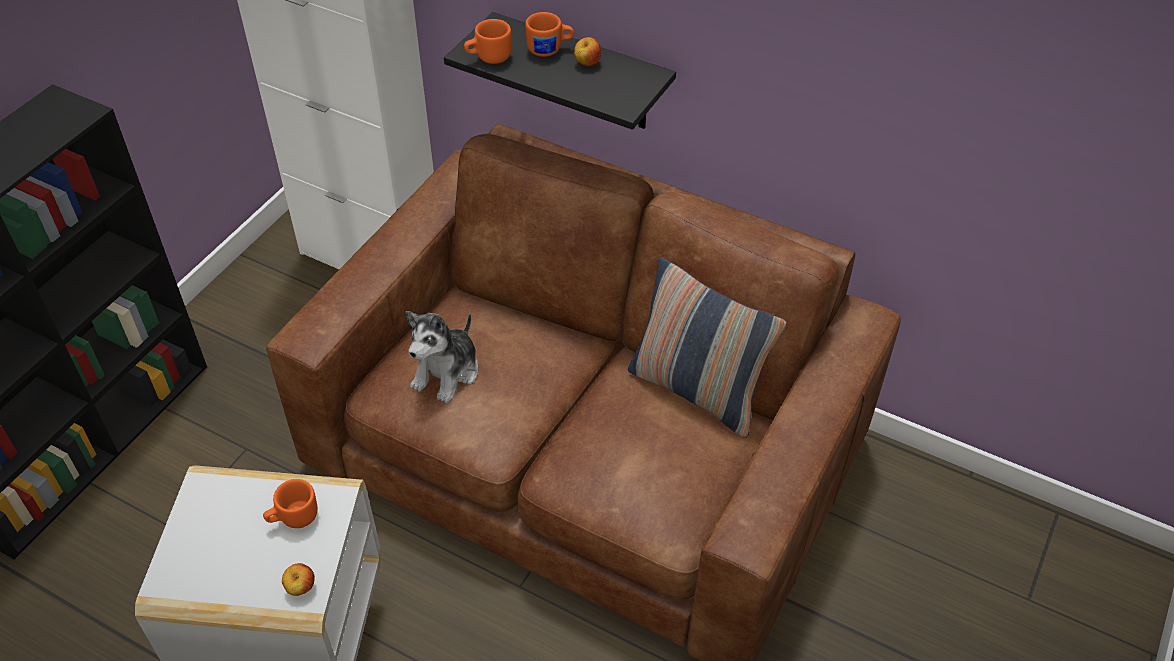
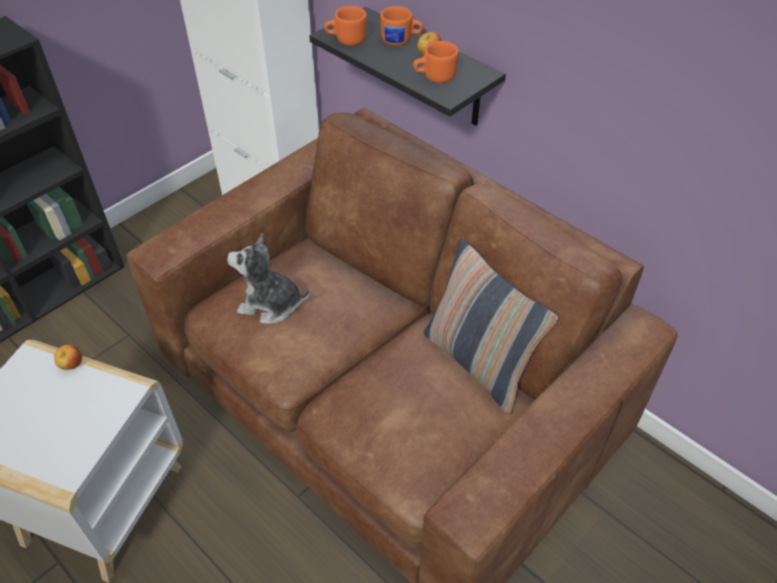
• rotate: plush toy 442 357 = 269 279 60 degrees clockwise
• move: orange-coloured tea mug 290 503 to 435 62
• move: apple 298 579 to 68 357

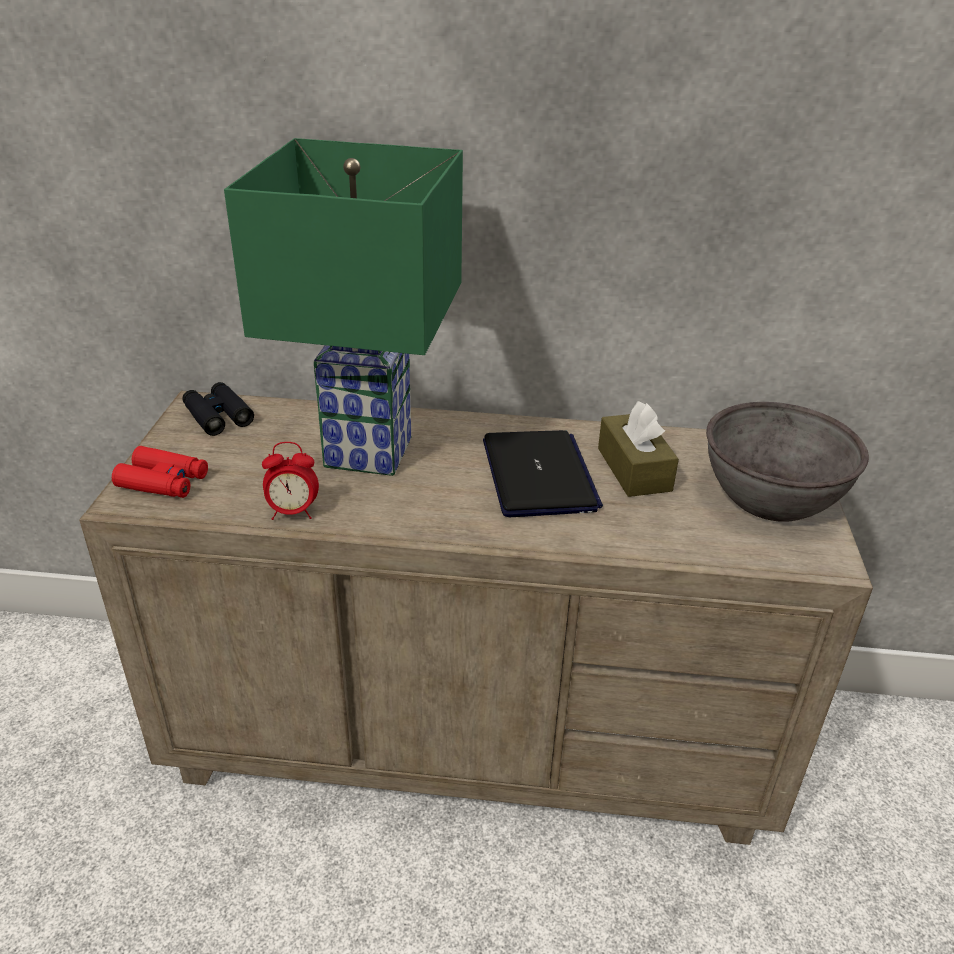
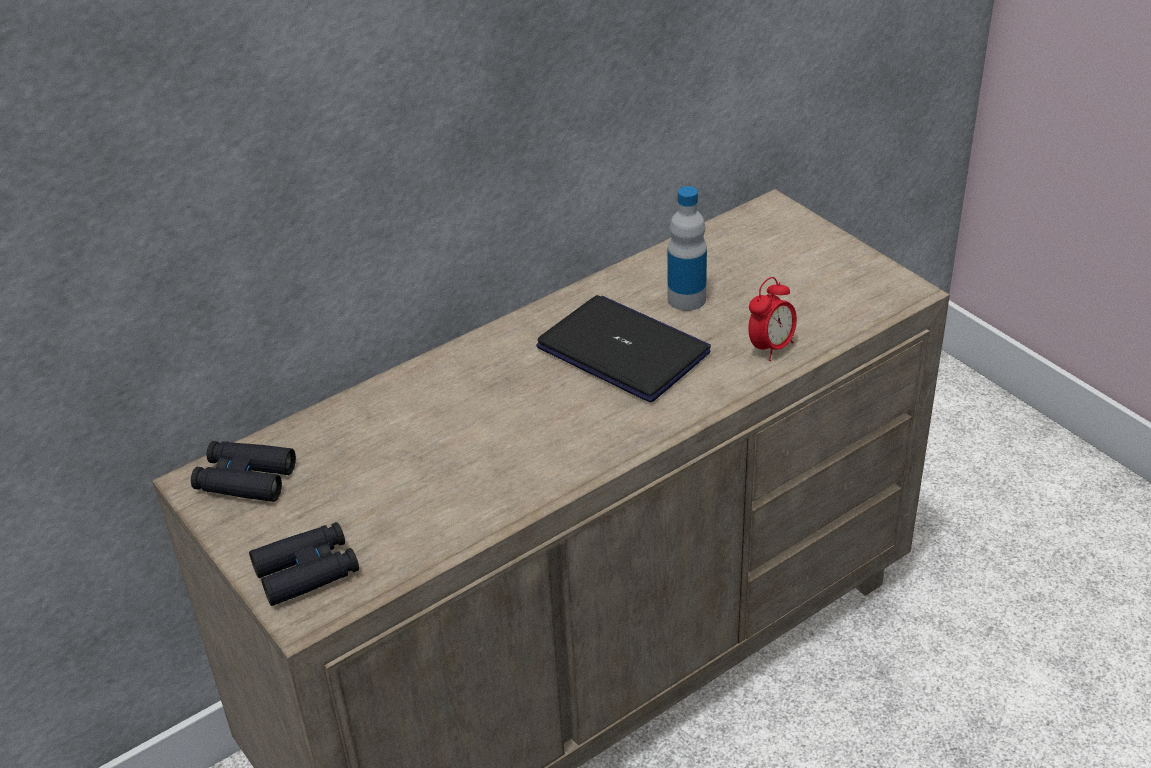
• delete: green tabletop lamp 343 307
• replace: brown-coloured box of tissues 638 449 to bottle 687 248
• delete: gray bowl 787 462
• move: bedside clock 290 481 to 772 319
• recolor: red field glasses 160 472 to blackish field glasses 304 564

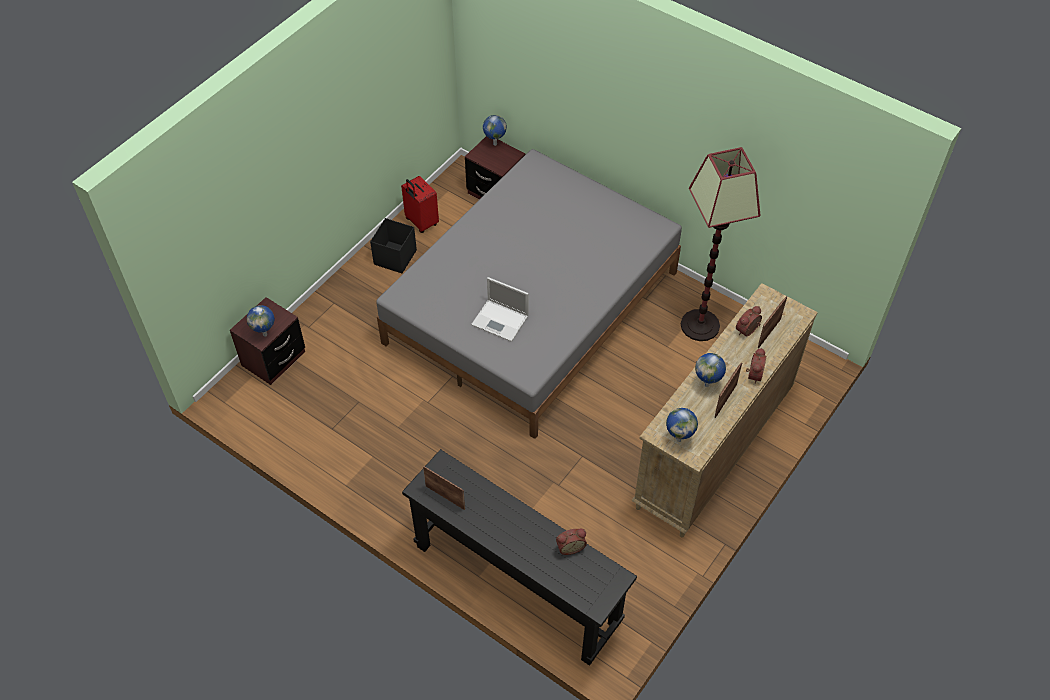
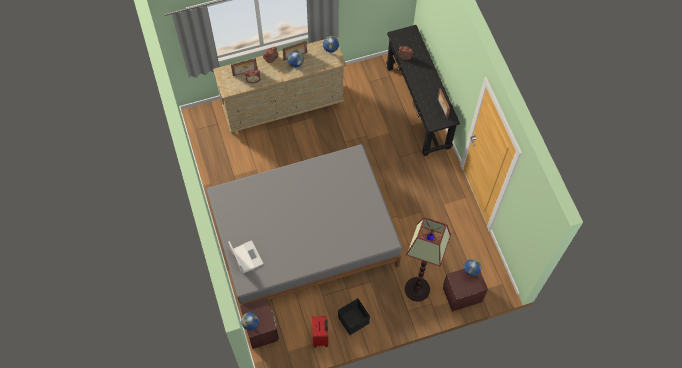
• move: floor lamp 721 244 to 428 259
• move: portable computer 500 309 to 246 257

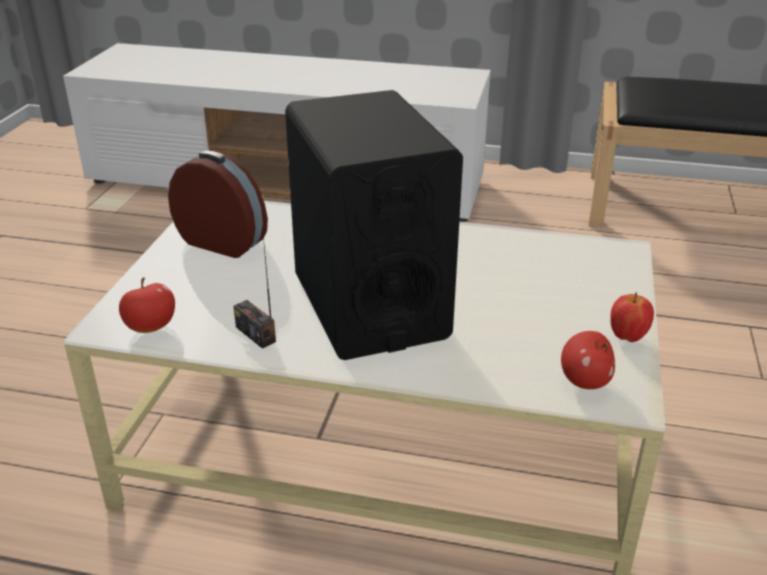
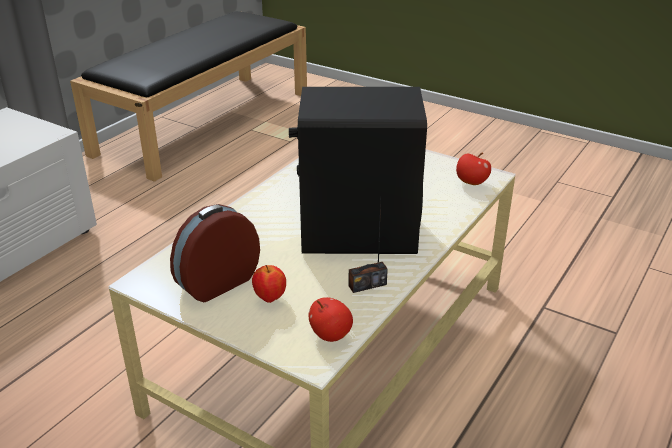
• move: apple 632 317 to 269 284

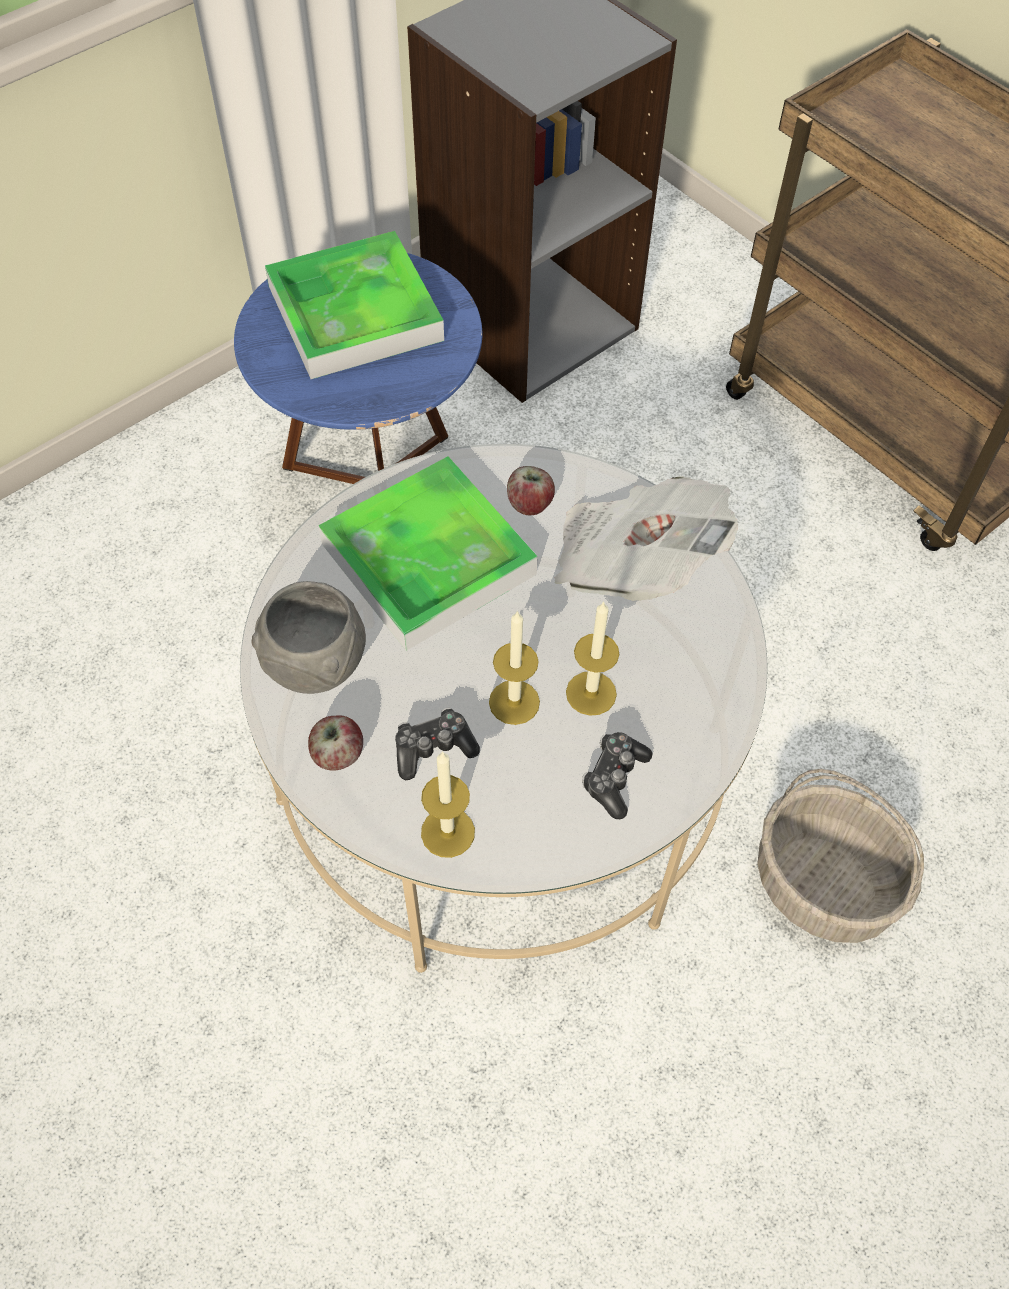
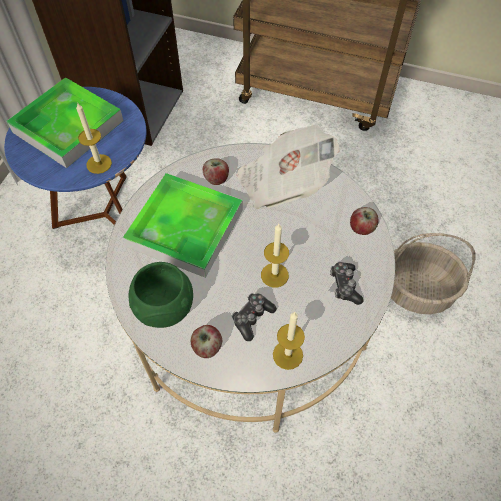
• recolor: gray bowl 308 637 to green bowl 160 295
• move: wax light 593 658 to 94 138
• insert: apple 364 221

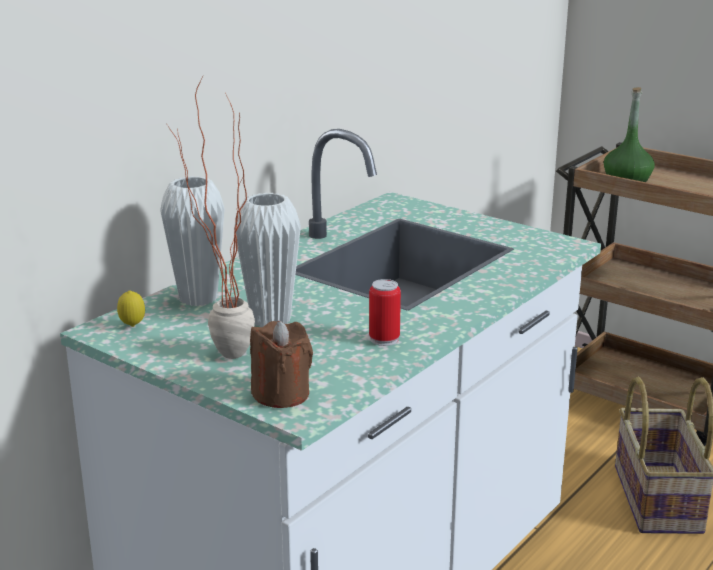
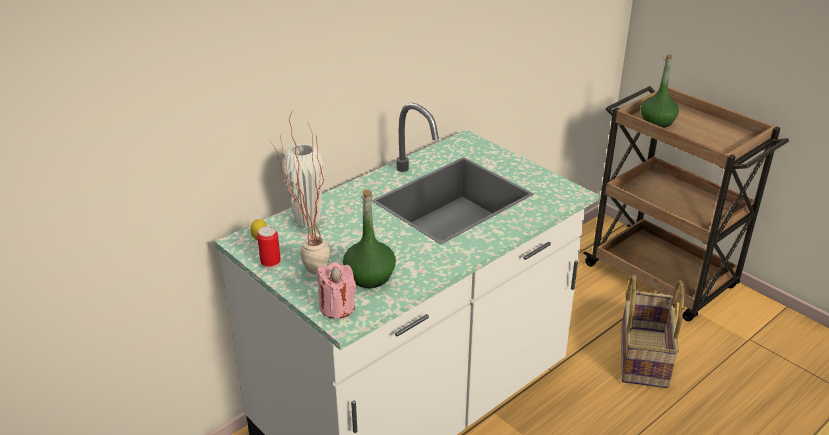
• delete: white-coloured flower vase 267 260
• move: metal can 385 312 to 269 247
• recolor: brown-coloured wax light 281 364 to pink-coloured wax light 336 291
• insert: green bottle 369 238

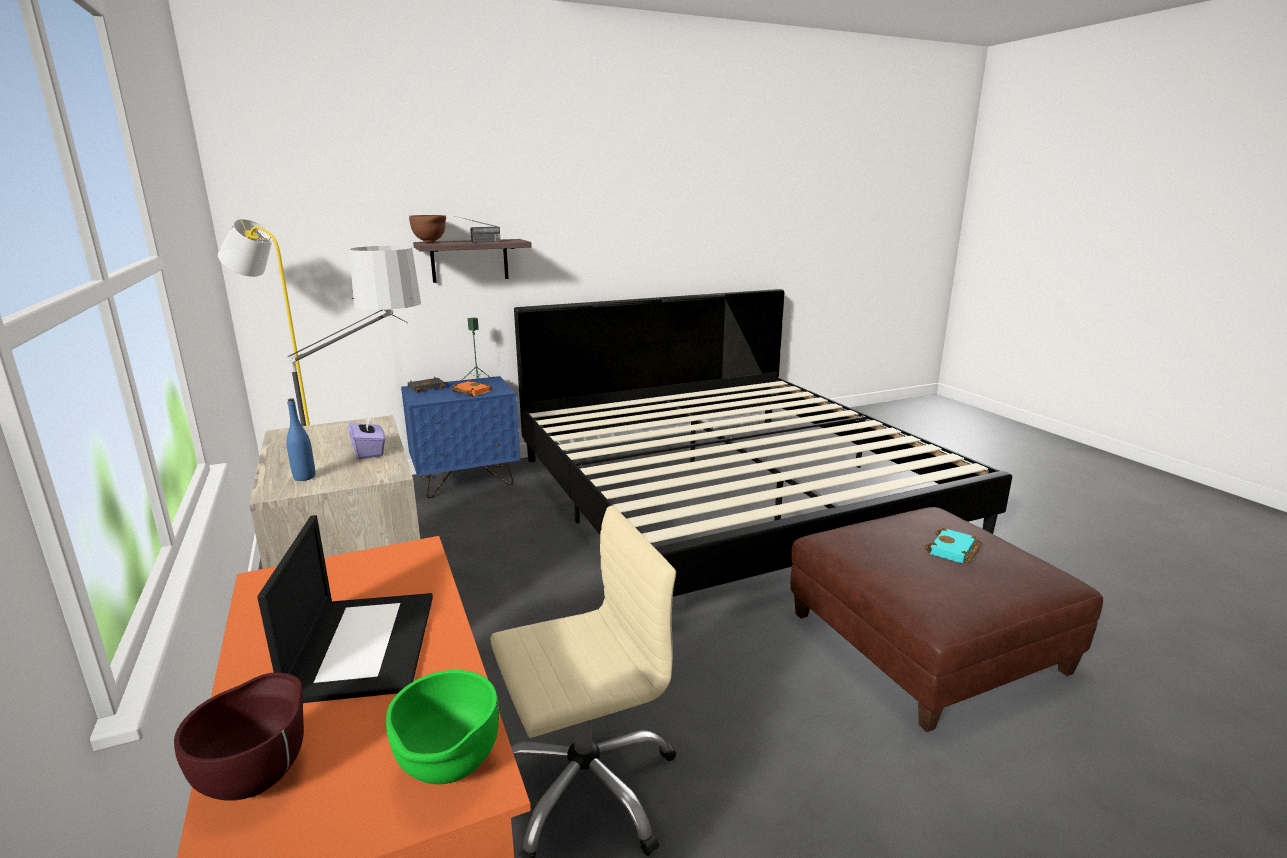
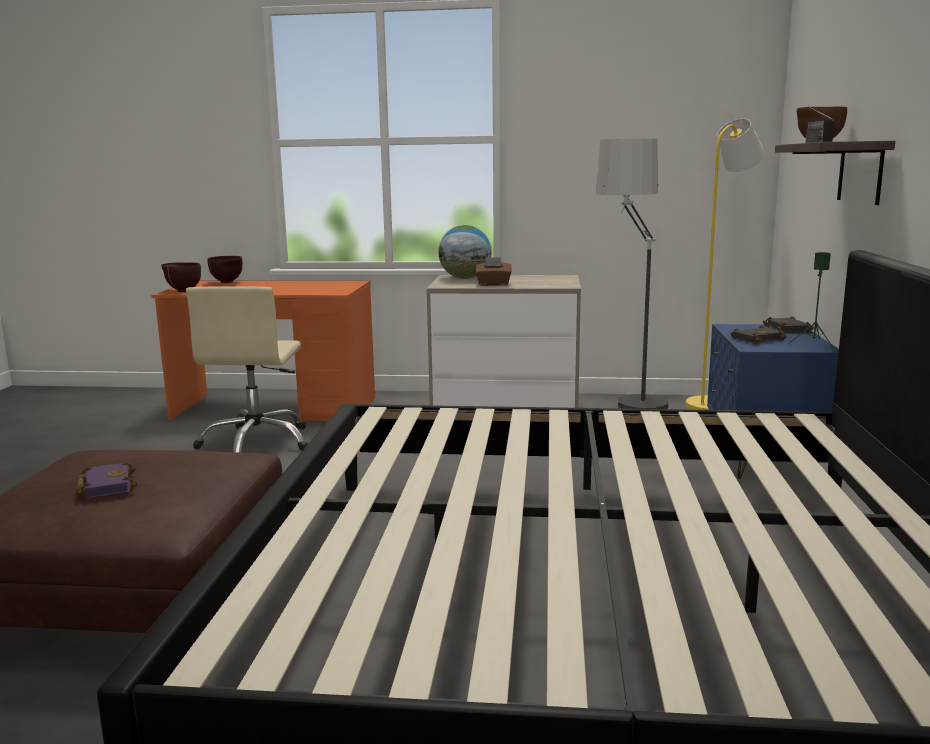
• recolor: orange-coloured book 471 388 to blackish book 758 334
• replace: blue-coloured bottle 300 439 to desk globe 465 252
• recolor: purple-coloured box of tissues 366 437 to brown-coloured box of tissues 494 271
• delete: portable computer 345 609
• recolor: blue-green book 953 546 to purple-coloured book 106 480
• recolor: green bowl 442 727 to brown-coloured bowl 181 277

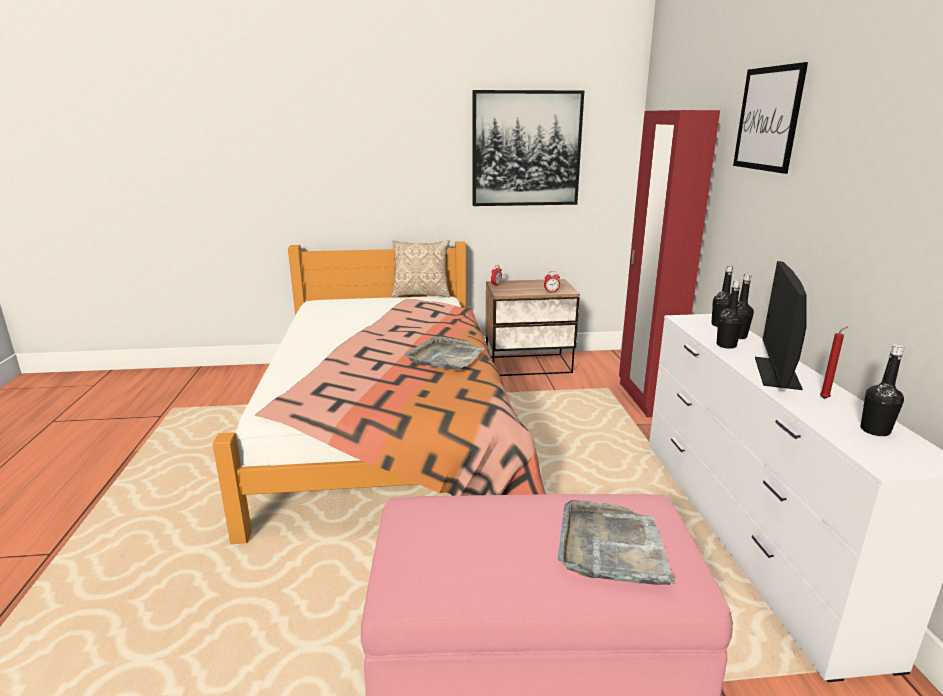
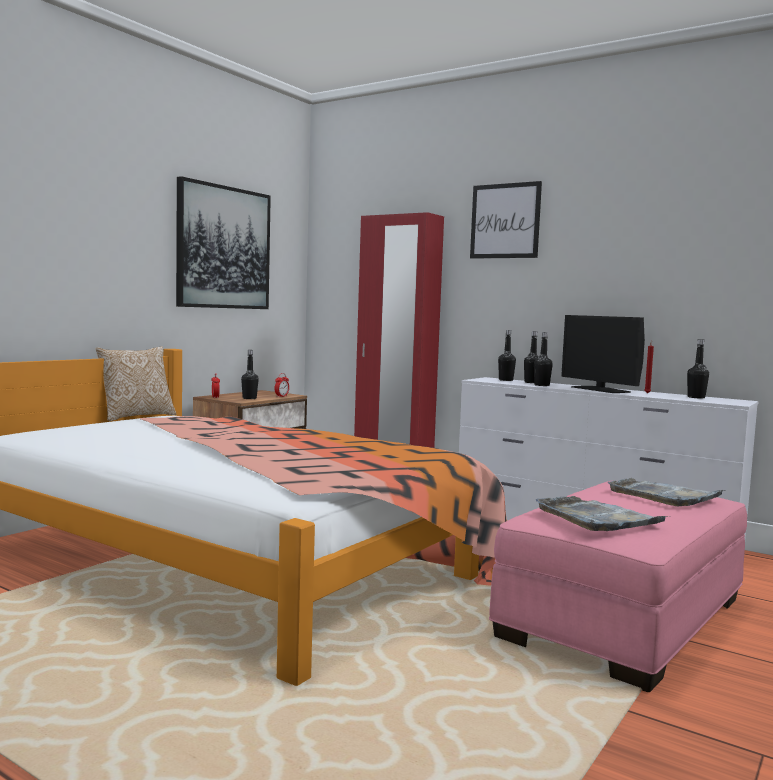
• move: gray carrying tray 444 353 to 603 513
• insert: blackish bottle 250 374

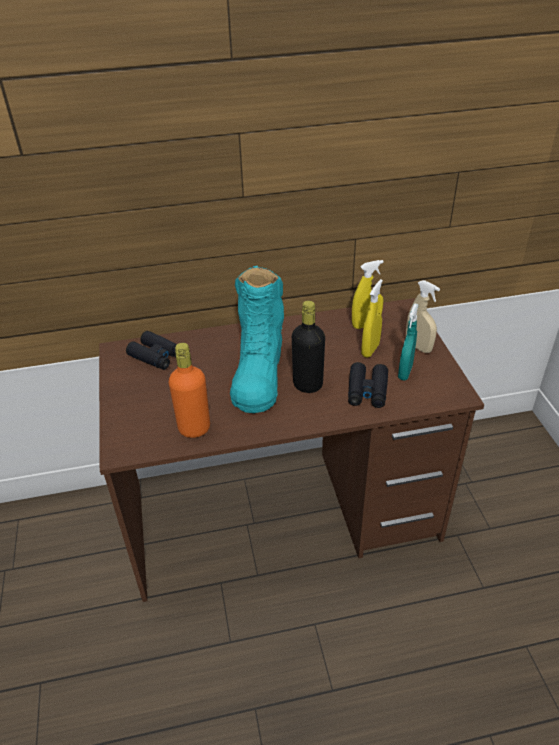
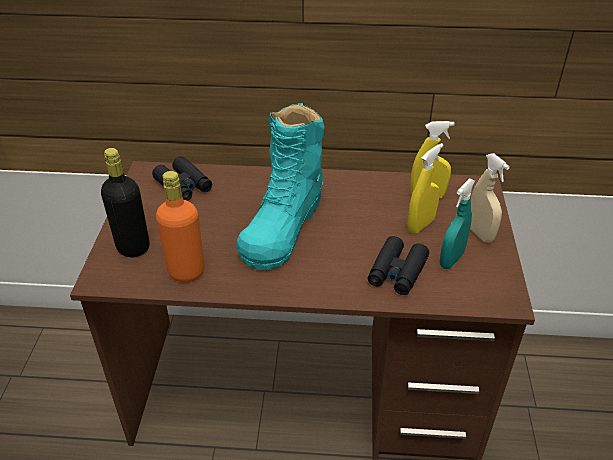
• move: blackish bottle 308 347 to 125 202

